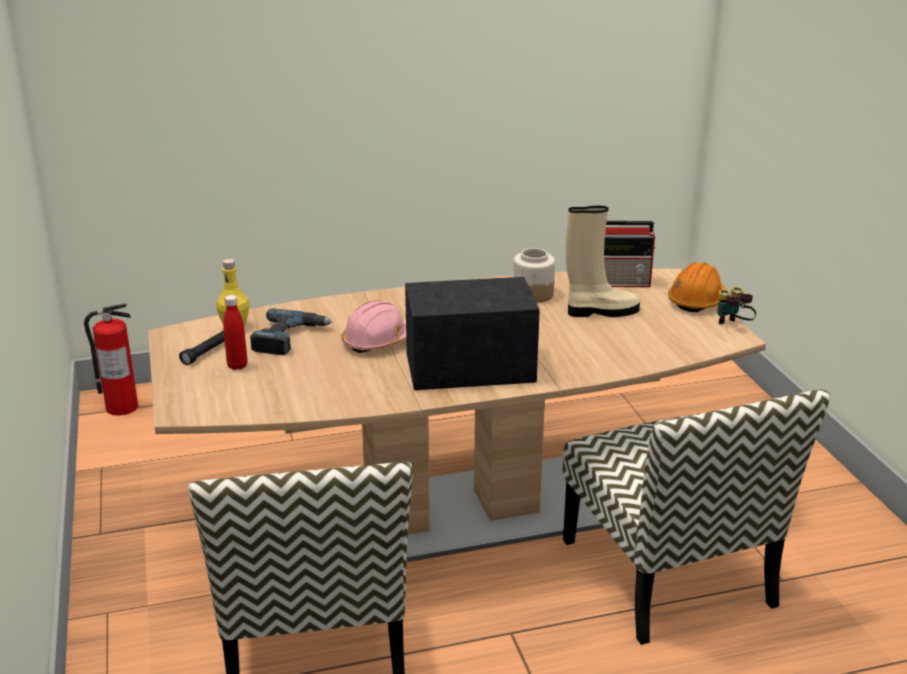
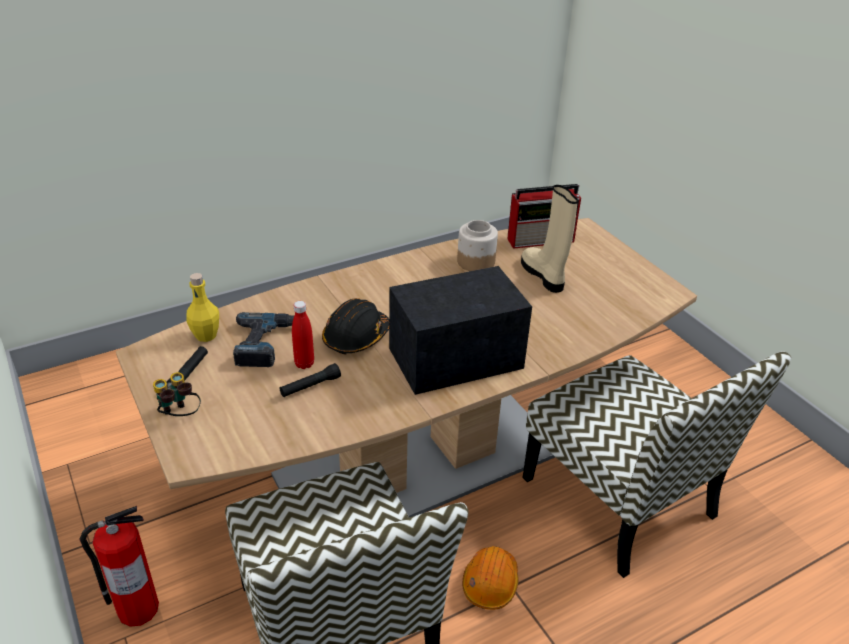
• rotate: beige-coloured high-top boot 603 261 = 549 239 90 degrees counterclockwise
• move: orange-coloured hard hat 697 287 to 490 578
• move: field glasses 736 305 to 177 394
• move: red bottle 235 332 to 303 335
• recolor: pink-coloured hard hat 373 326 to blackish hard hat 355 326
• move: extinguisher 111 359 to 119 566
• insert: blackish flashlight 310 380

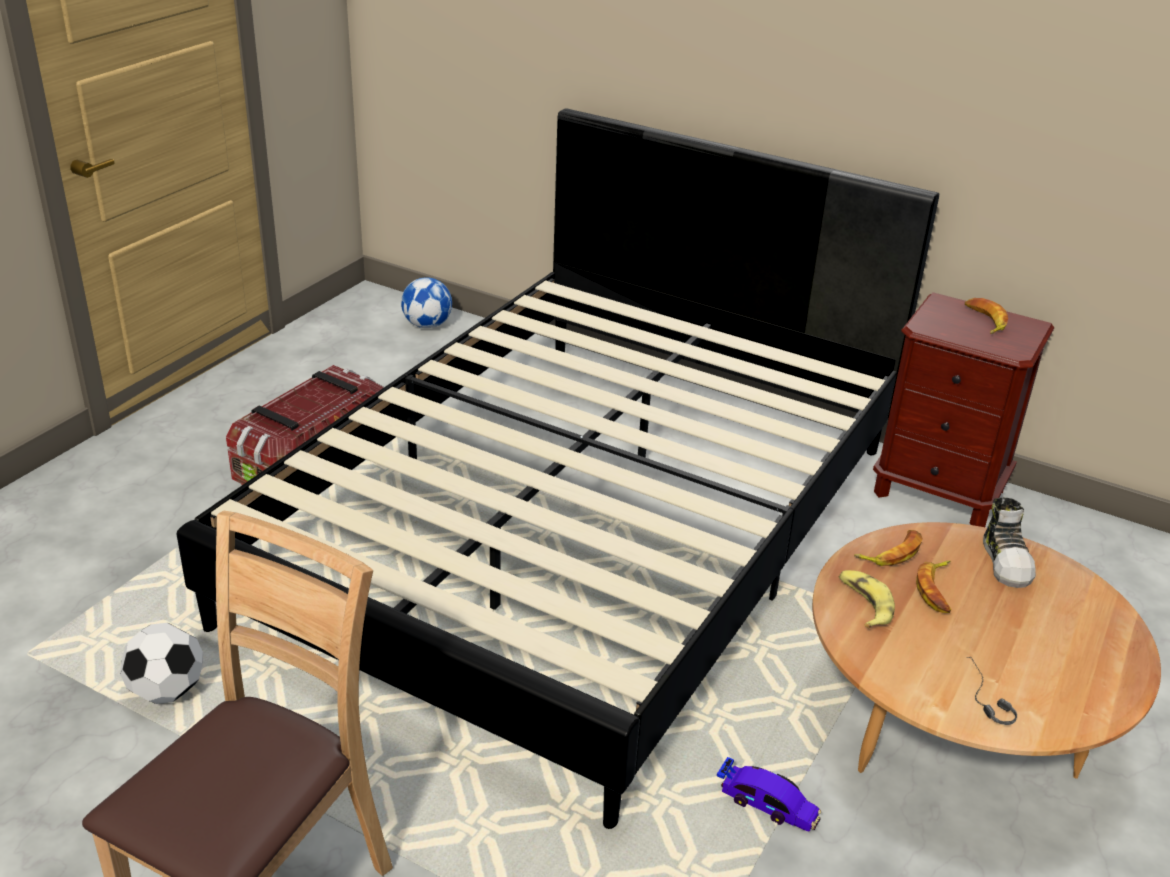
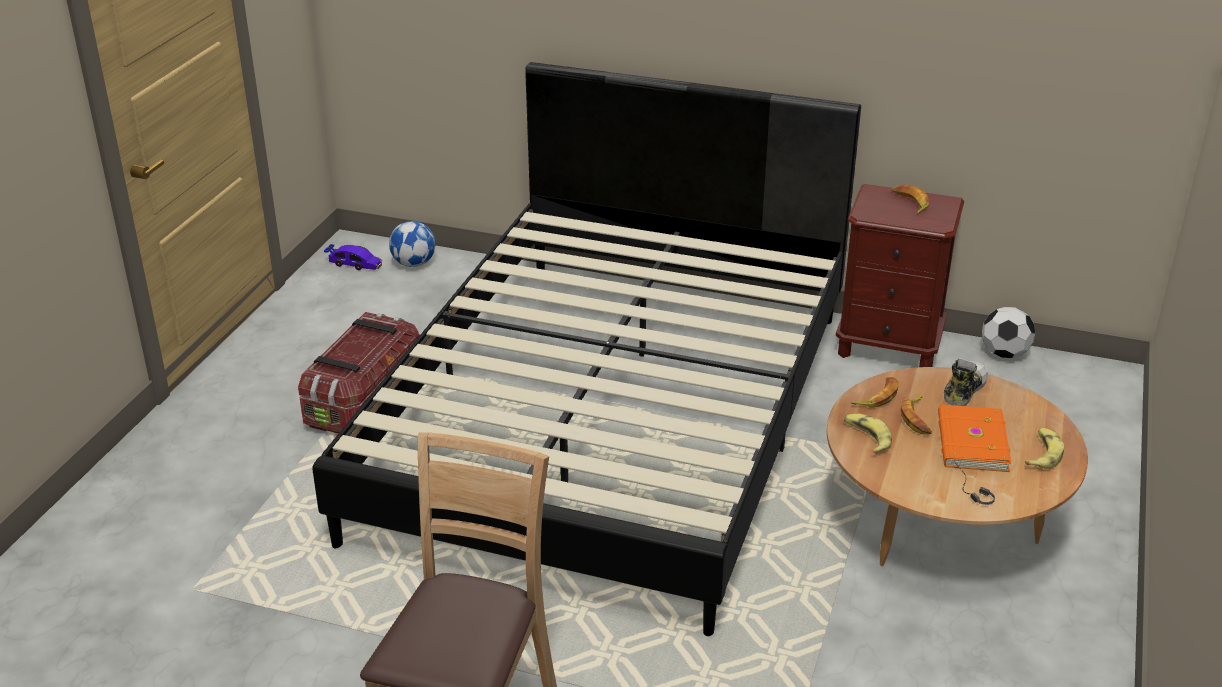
• rotate: shoe 1009 542 = 966 382 135 degrees counterclockwise
• move: football ball 161 663 to 1008 332
• move: toy car 769 794 to 353 257
• insert: orange-coloured book 975 438
• insert: banana fruit 1044 448

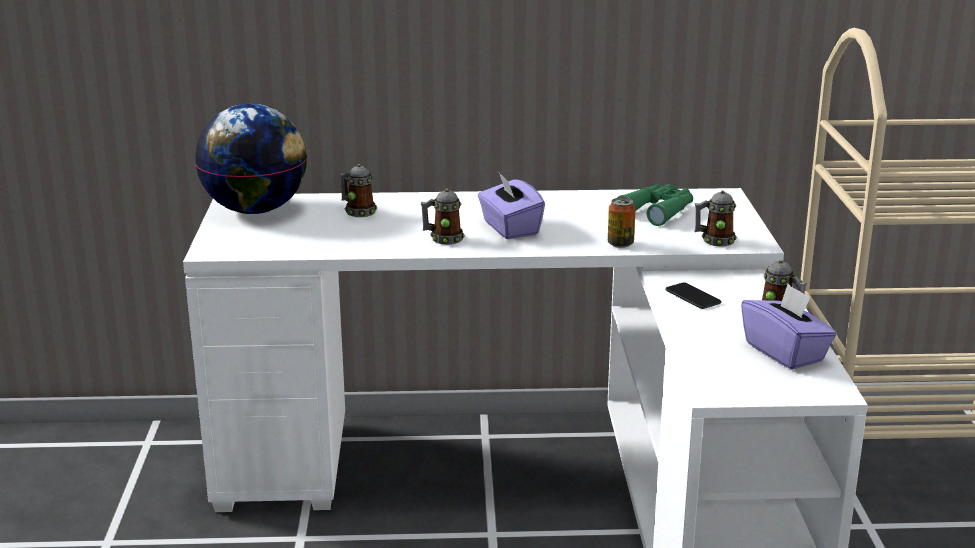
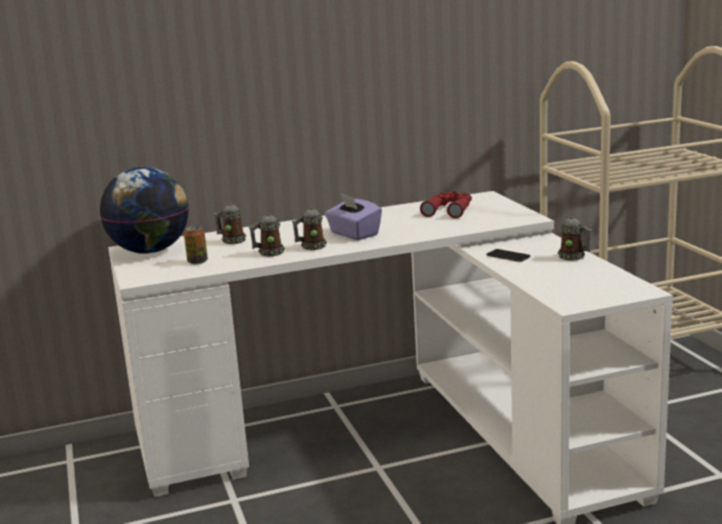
• recolor: green field glasses 655 205 to red field glasses 446 204
• move: tea mug 716 218 to 267 235
• move: metal can 622 223 to 196 245
• delete: purple-coloured box of tissues 789 327

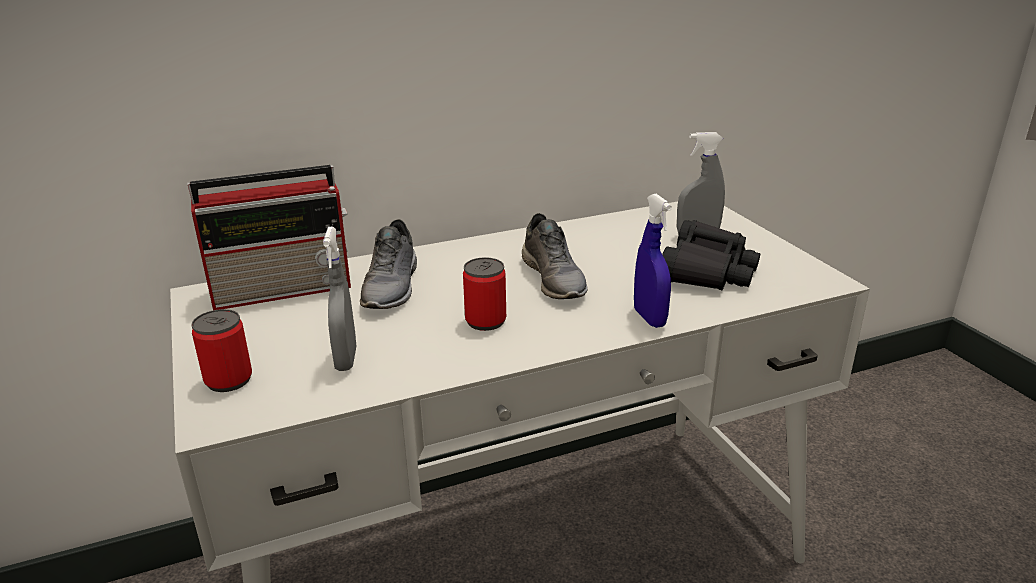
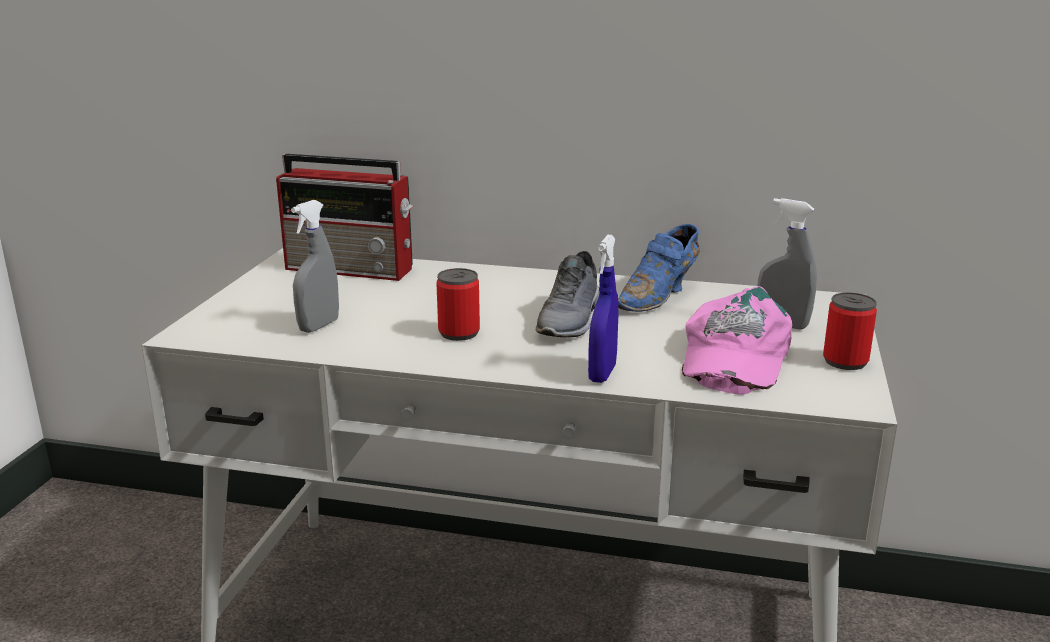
• delete: gray shoe 388 264
• replace: blackish field glasses 711 255 to pink-coloured baseball cap 737 340
• move: metal can 221 350 to 850 331
• insert: blue-coloured shoe 659 268

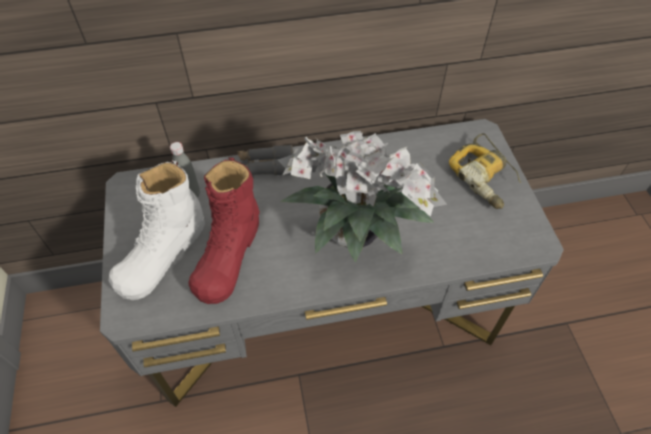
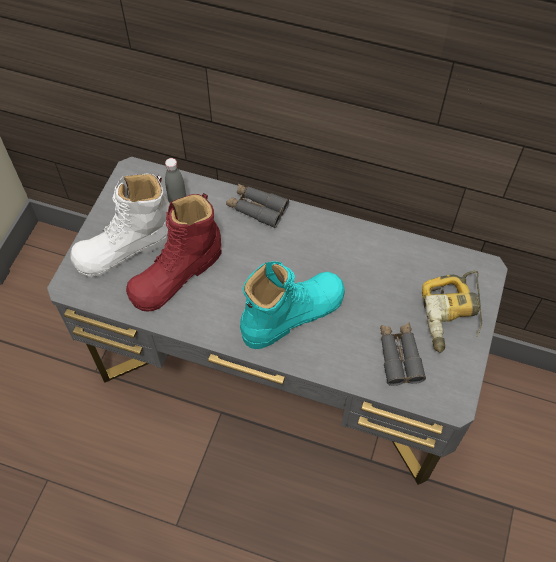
• replace: potted plant 362 196 to blue-green high-top boot 292 305
• insert: gray field glasses 403 354

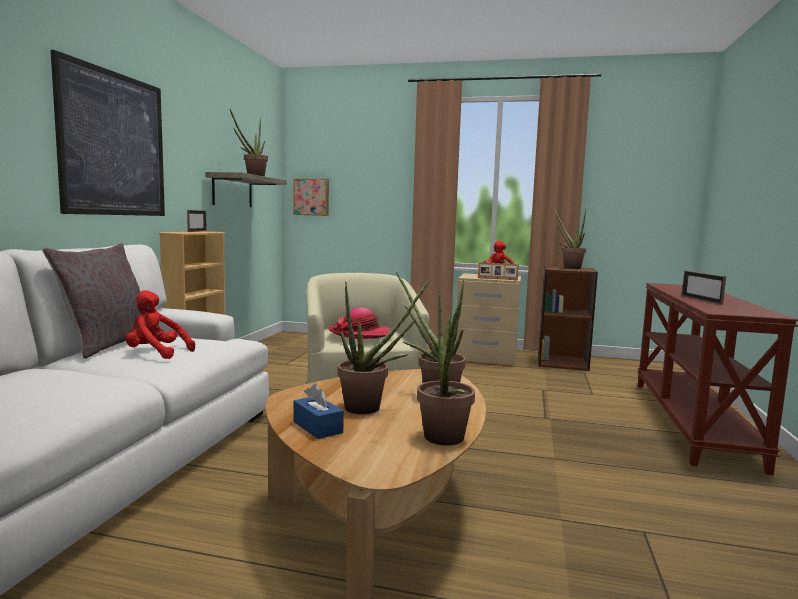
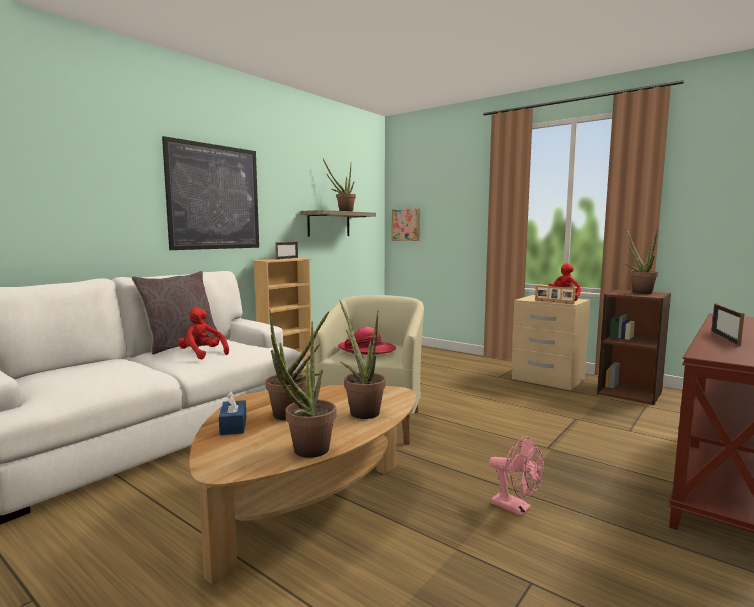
• insert: pink-coloured cooling fan 516 476

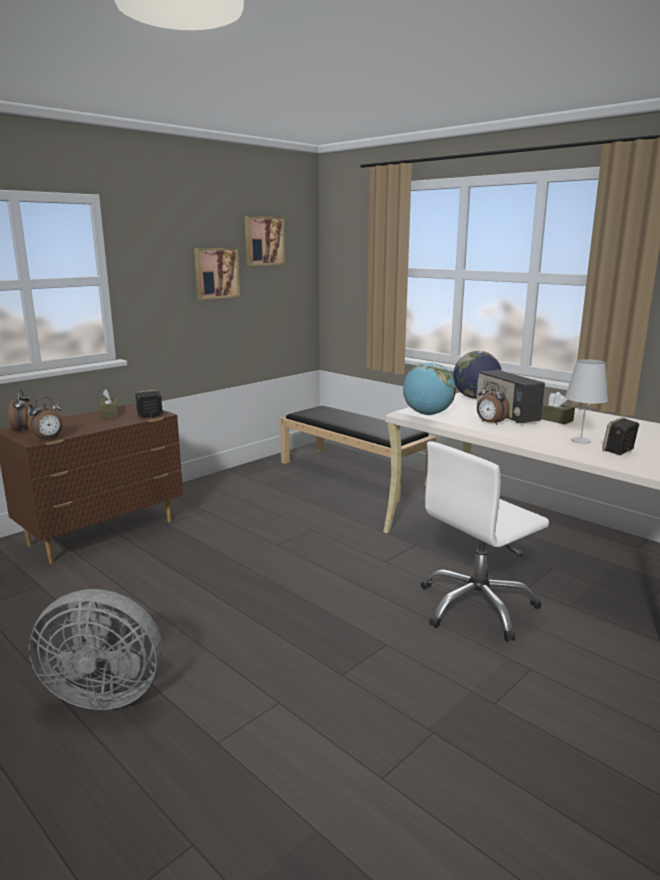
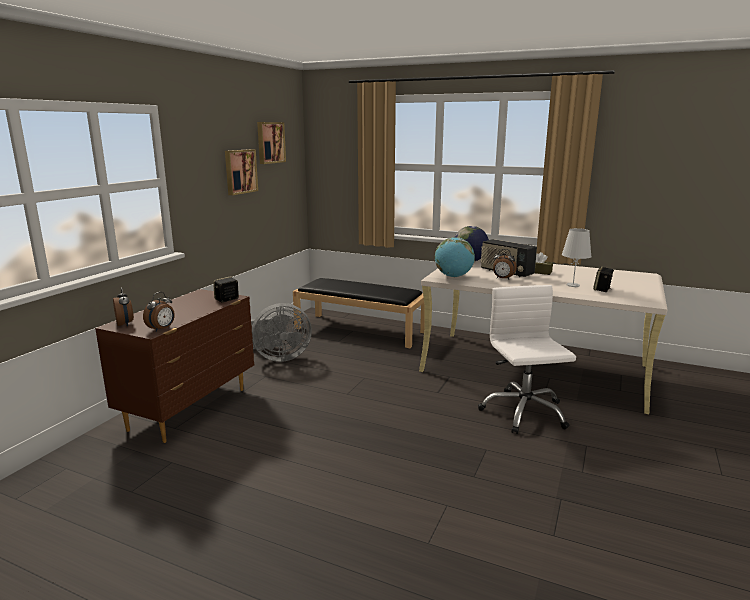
• delete: brown-coloured box of tissues 109 404
• rotate: white-coloured desk chair 485 541 = 527 359 135 degrees clockwise
• move: gray cooling fan 96 649 to 281 332

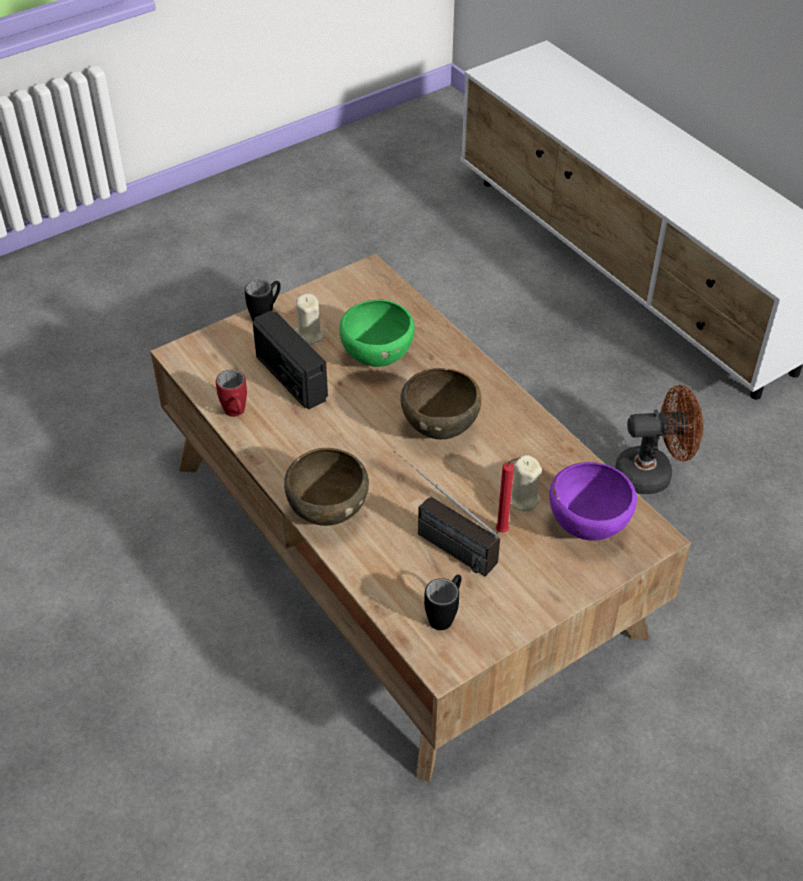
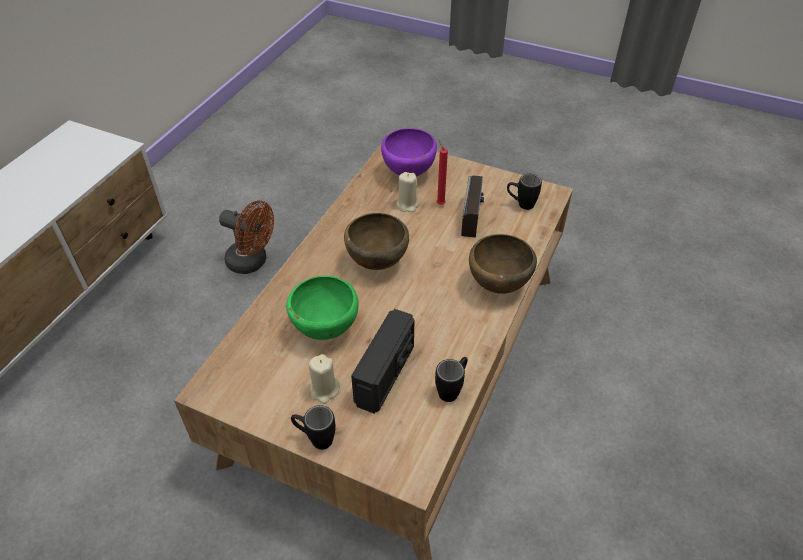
• recolor: red tea mug 231 393 to blackish tea mug 451 379
• rotate: brown-coloured cooling fan 659 439 = 246 237 150 degrees clockwise

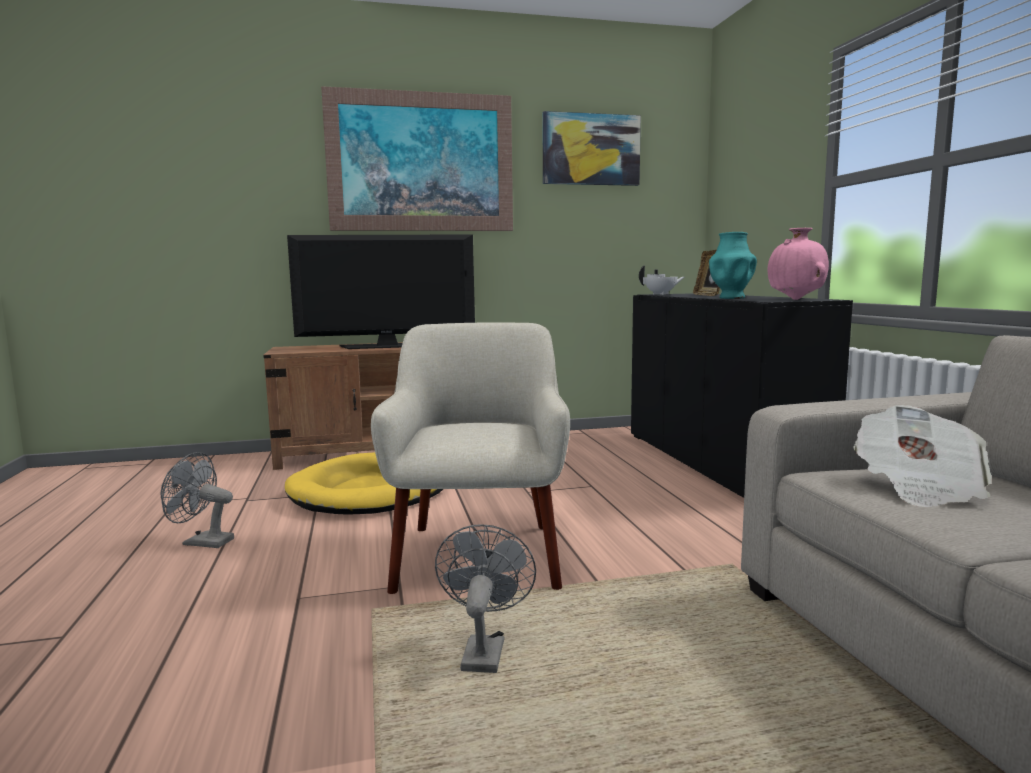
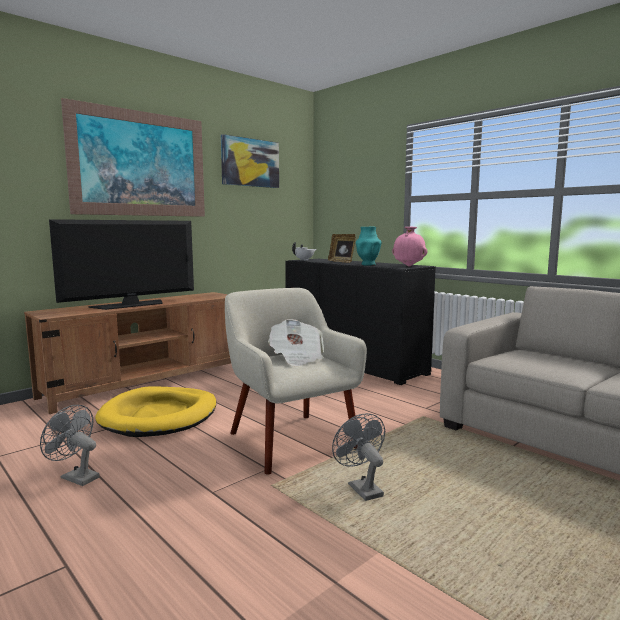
• move: daily paper 922 456 to 296 342
• rotate: gray cooling fan 197 500 = 70 445 45 degrees clockwise

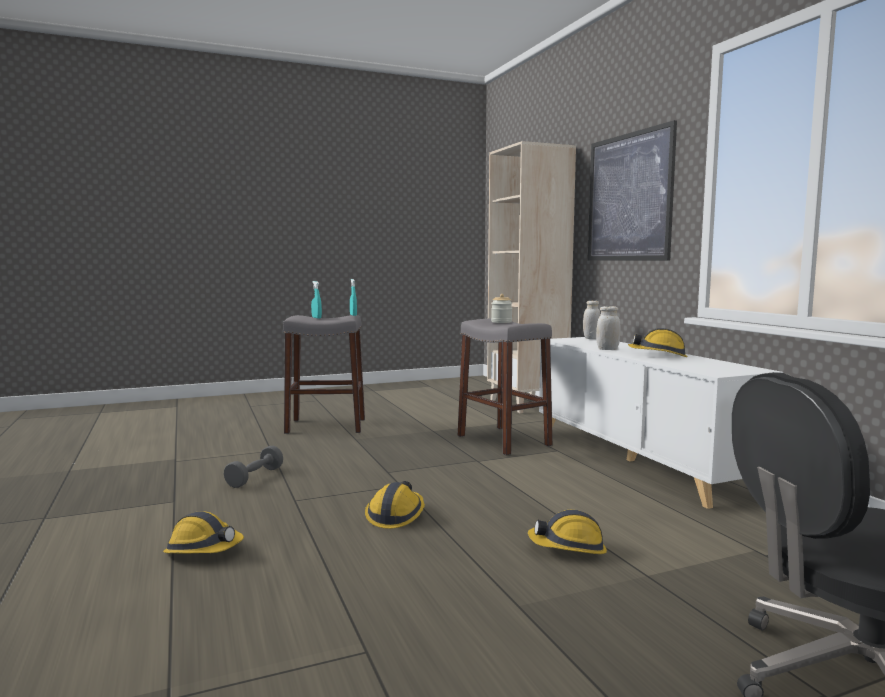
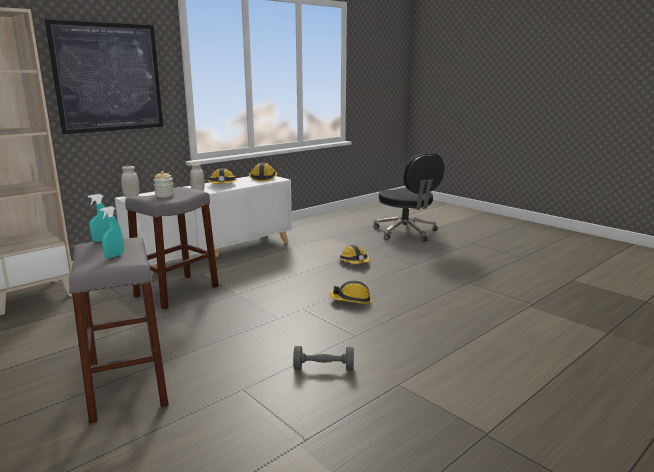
• move: hard hat 203 532 to 263 172

